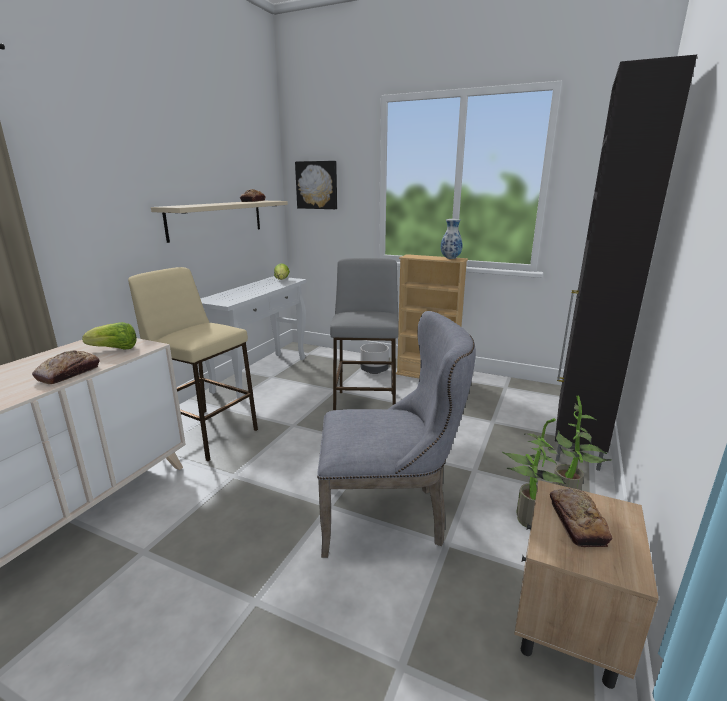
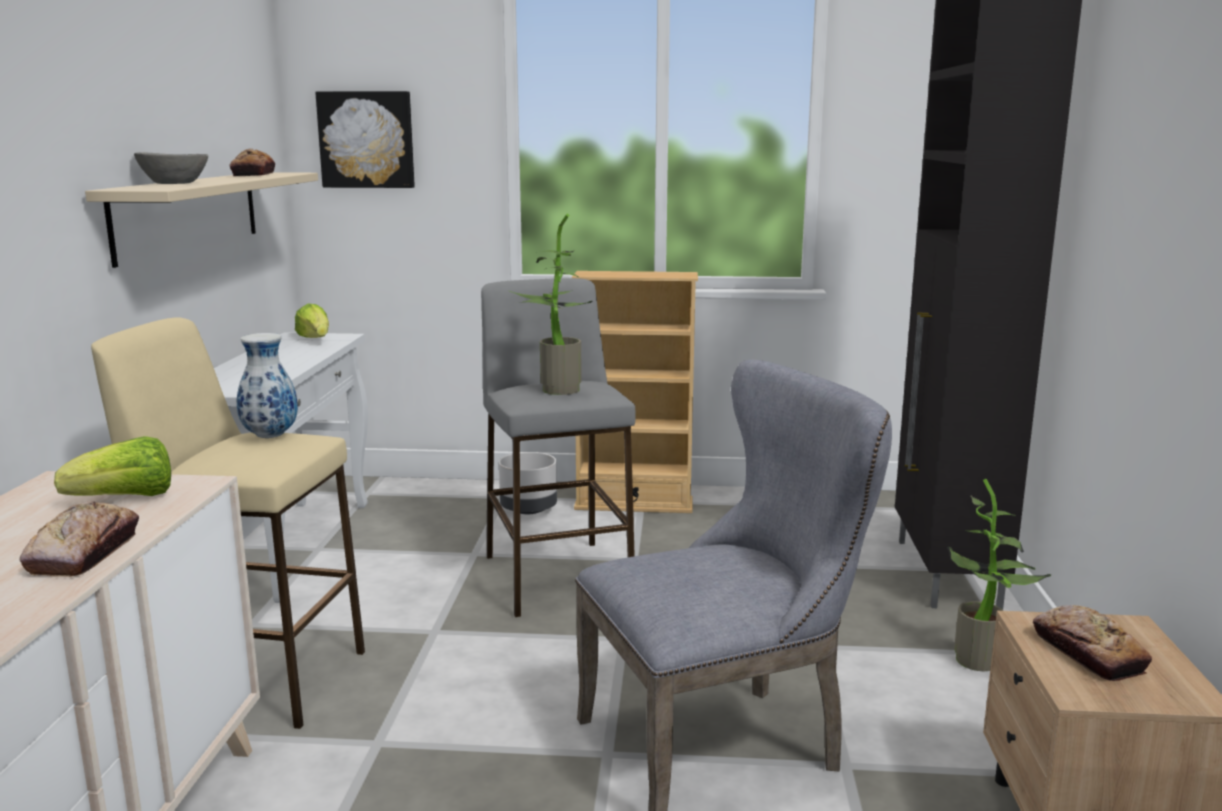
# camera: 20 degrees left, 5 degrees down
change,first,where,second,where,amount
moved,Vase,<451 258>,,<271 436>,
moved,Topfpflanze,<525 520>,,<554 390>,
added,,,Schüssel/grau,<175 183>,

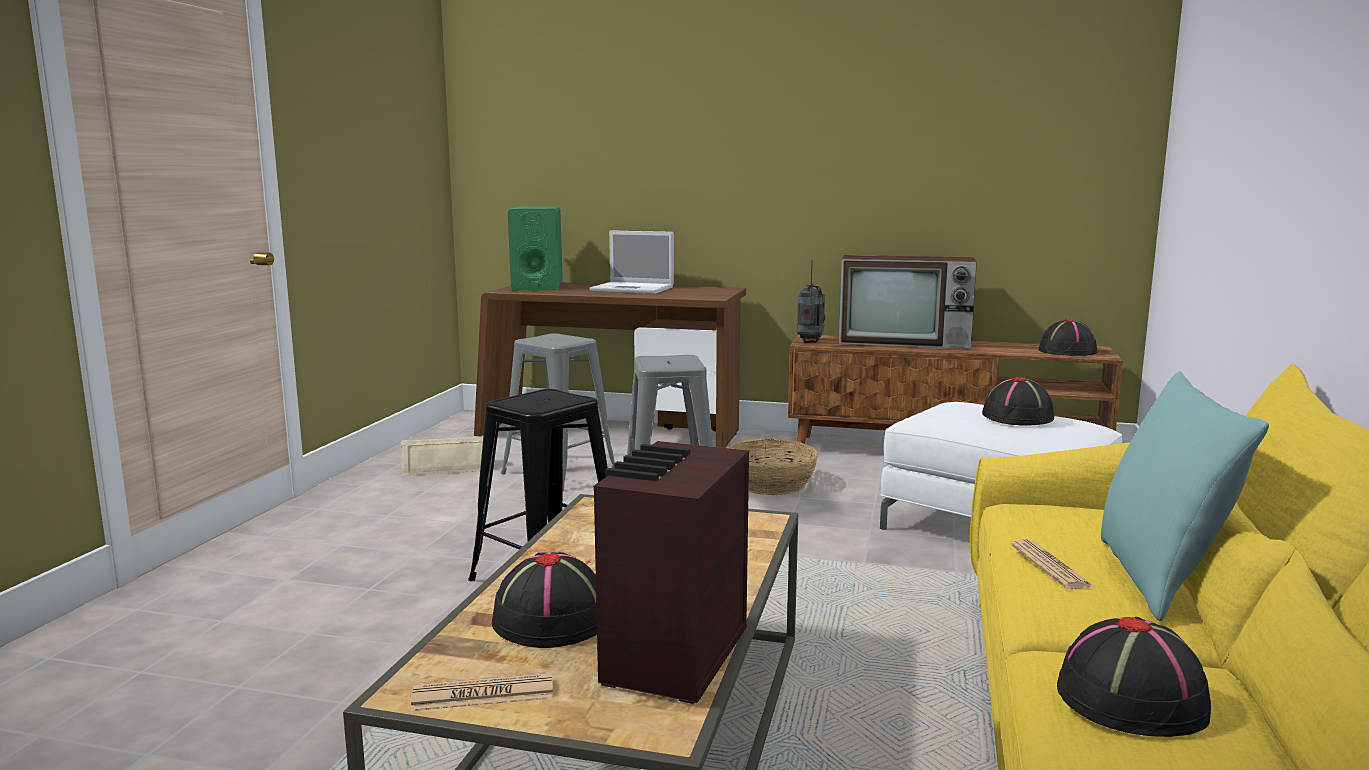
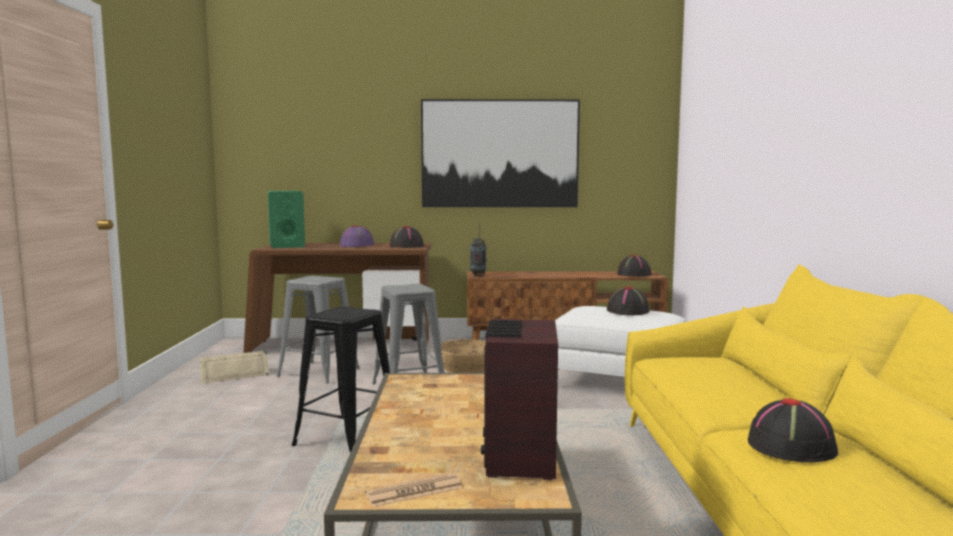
# camera: 15 degrees left, 5 degrees down
change,first,where,second,where,amount
replaced,Laptop,<634 289>,Hut/lila,<357 245>,
removed,Fernseher,<906 342>,,,
removed,Kissen/türkis,<1159 579>,,,
removed,Zeitung,<1050 566>,,,
moved,Hut/schwarz,<551 619>,,<406 246>,
added,,,Bild,<500 154>,

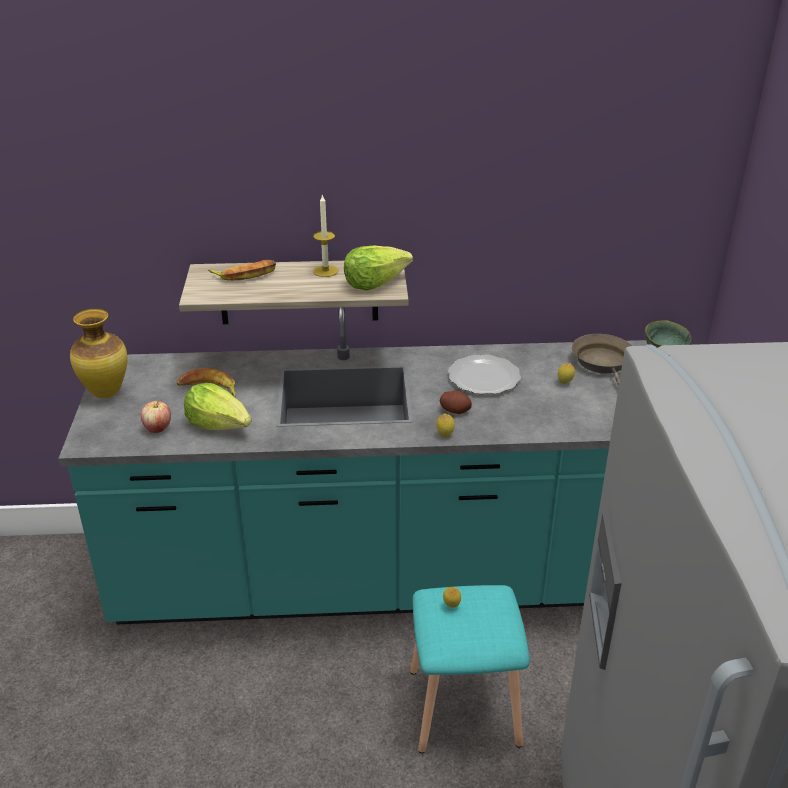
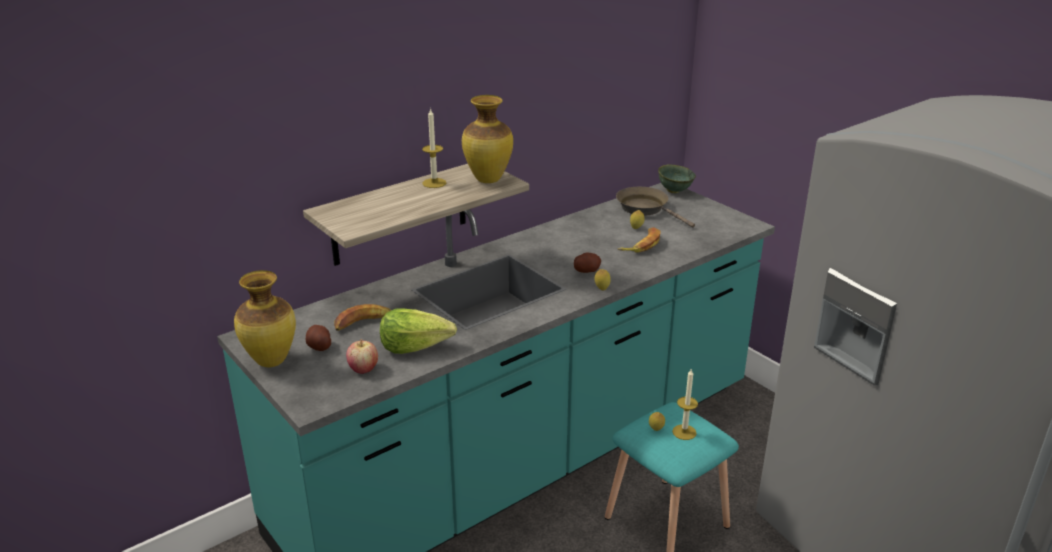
# camera: 35 degrees left, 5 degrees down
change,first,where,second,where,amount
replaced,Salatkopf,<375 282>,Vase,<487 180>,
moved,Banane,<245 274>,,<641 244>,
removed,Teller,<485 377>,,,
added,,,Kartoffel,<319 347>,
added,,,Kerze,<684 432>,

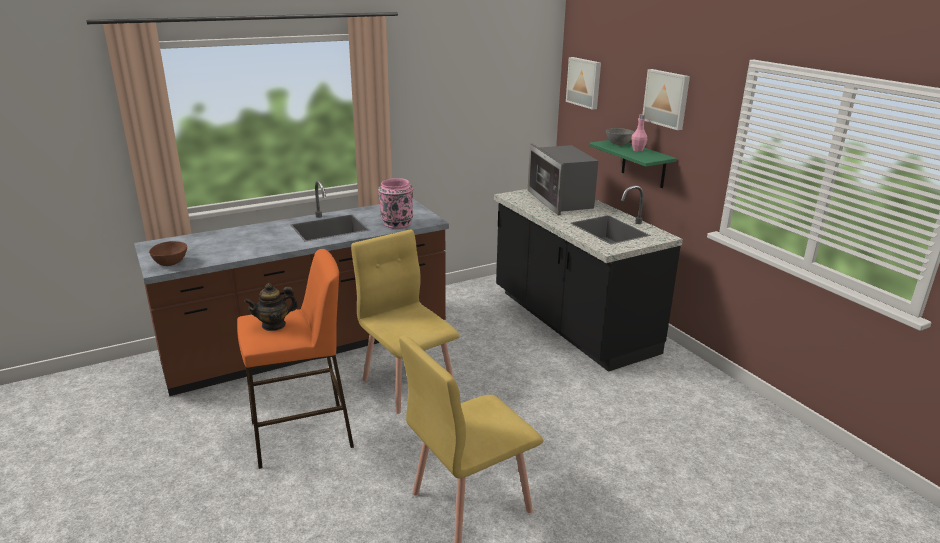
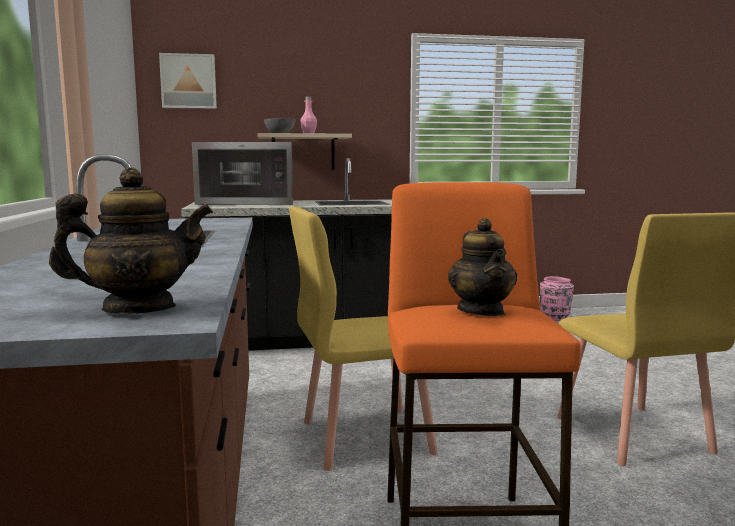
# camera: 70 degrees left, 15 degrees down
change,first,where,second,where,amount
removed,Bild,<667 98>,,,
recoloured,Wandregal/grün,<643 164>,Wandregal/beige,<303 152>,
moved,Vase/rosa,<396 224>,,<555 318>,
replaced,Schüssel/braun,<171 263>,Teekanne,<139 309>,

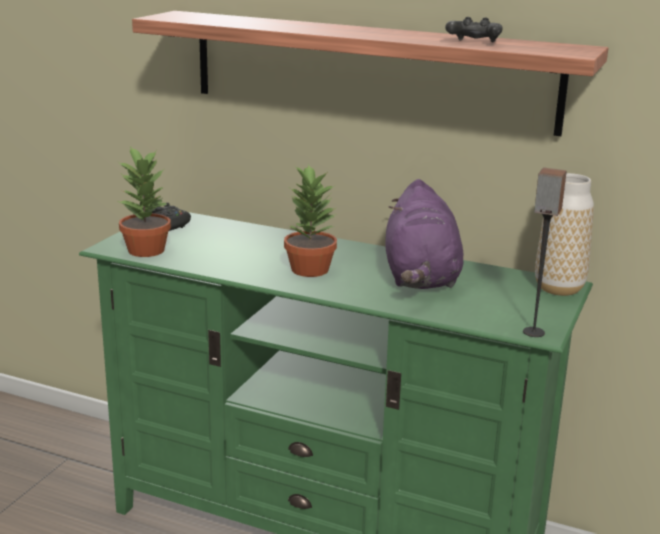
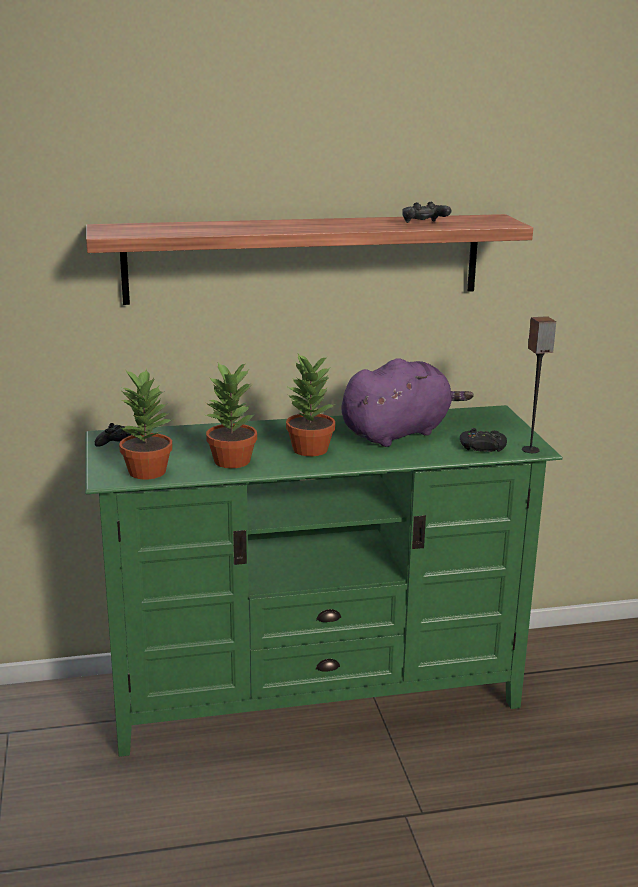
# camera: 35 degrees left, 0 degrees up
change,first,where,second,where,amount
removed,Vase,<559 288>,,,
turned,Plüschtier/lila,<421 278>,,<398 433>,90 degrees counterclockwise
added,,,Topfpflanze,<232 461>,
added,,,Gamepad/schwarz,<482 447>,

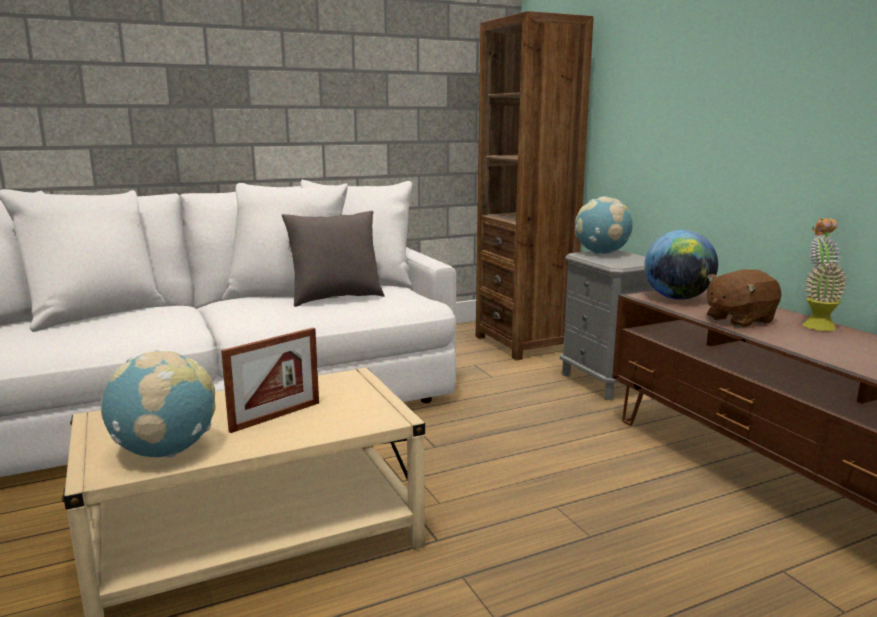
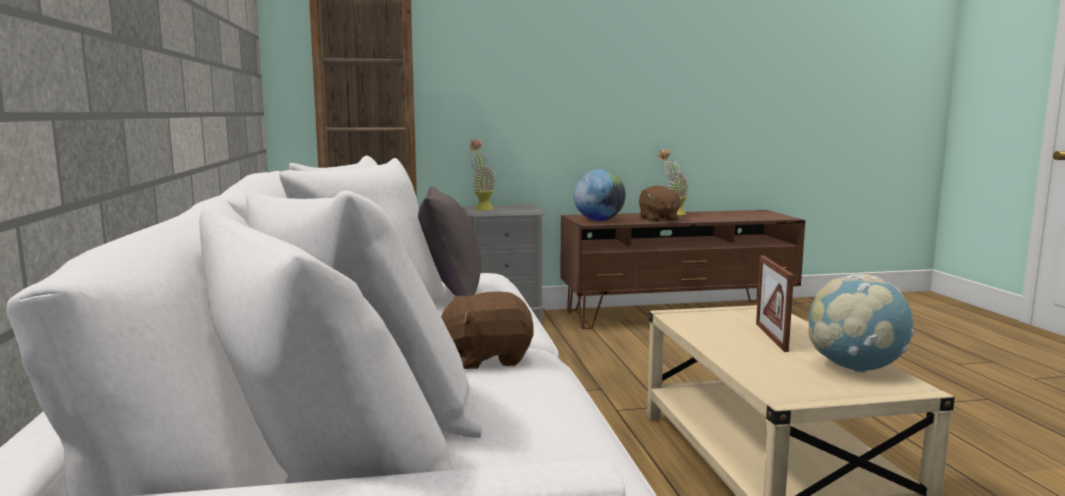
# camera: 75 degrees left, 5 degrees down
change,first,where,second,where,amount
replaced,Globus,<602 253>,Topfpflanze,<481 208>,
turned,Bilderrahmen,<276 416>,,<771 337>,150 degrees counterclockwise
added,,,Plüschtier/braun,<486 358>,

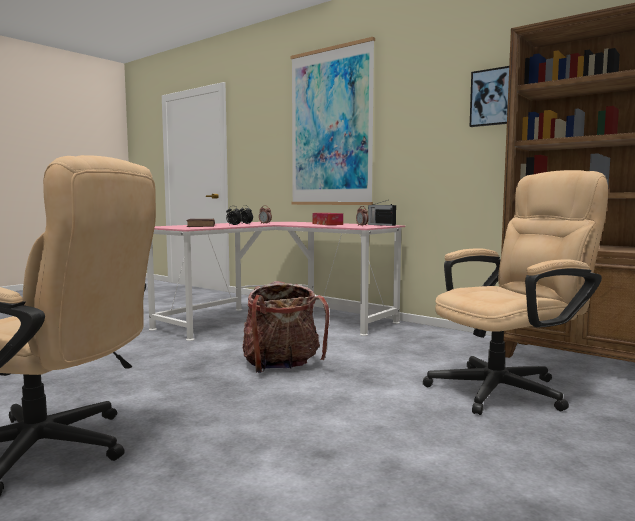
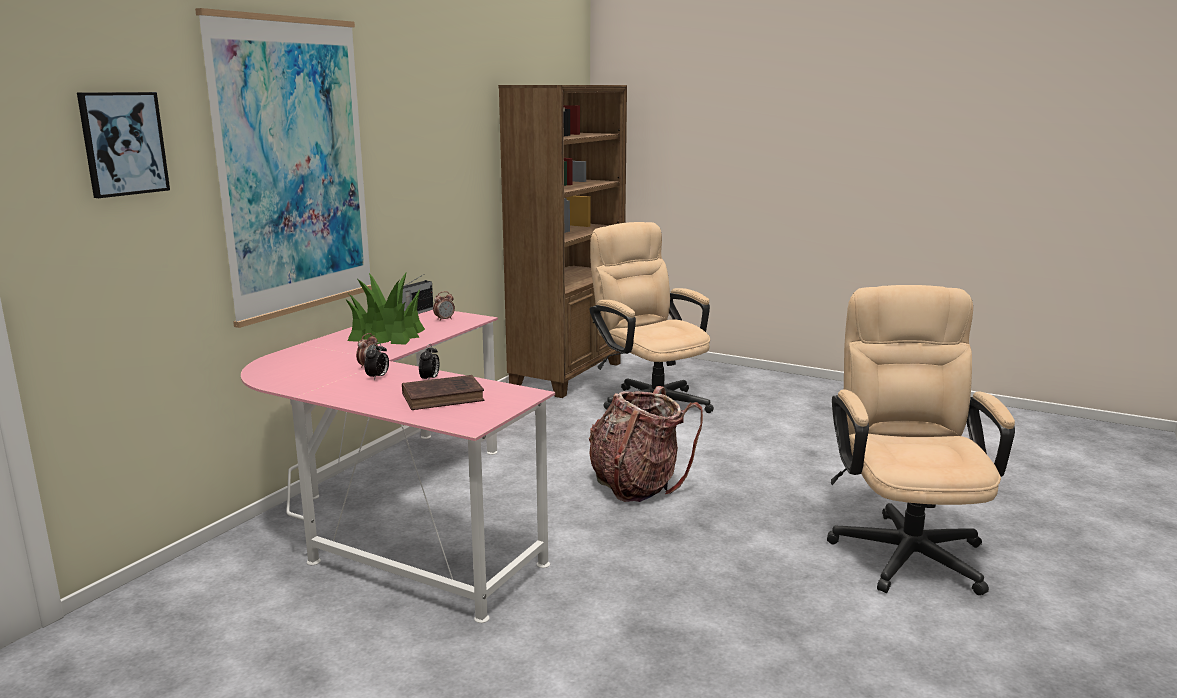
# camera: 100 degrees left, 10 degrees up
change,first,where,second,where,amount
moved,Bild,<493 97>,,<123 143>,
replaced,Taschentuchbox,<327 224>,Topfpflanze,<386 335>,

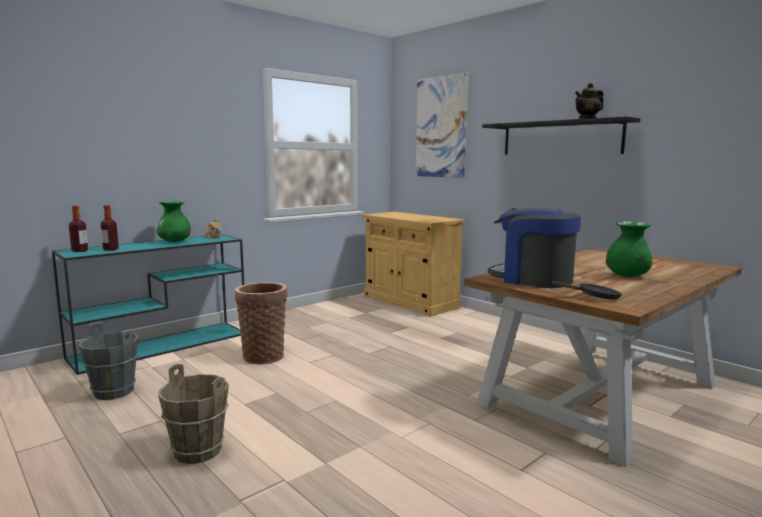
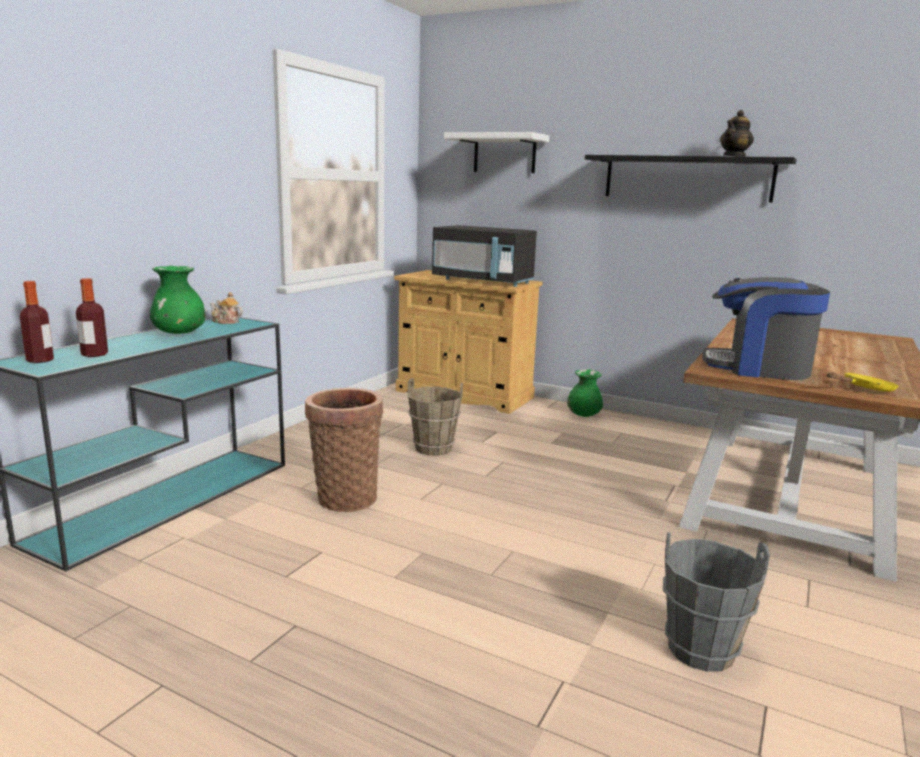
# camera: 20 degrees left, 5 degrees up
change,first,where,second,where,amount
replaced,Bild,<440 127>,Wandregal/weiß,<504 154>,
moved,Vase/grün,<627 276>,,<583 415>,
recoloured,Pfanne/schwarz,<594 297>,Pfanne/gelb,<864 389>,
moved,Eimer/grau,<113 392>,,<701 650>,
moved,Eimer/braun,<197 451>,,<433 448>,
added,,,Mikrowelle/schwarz,<483 281>,

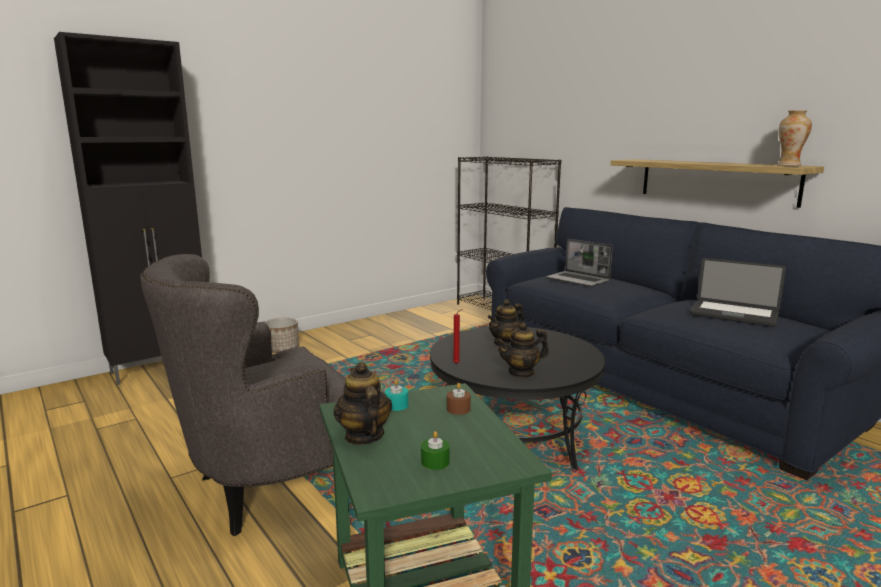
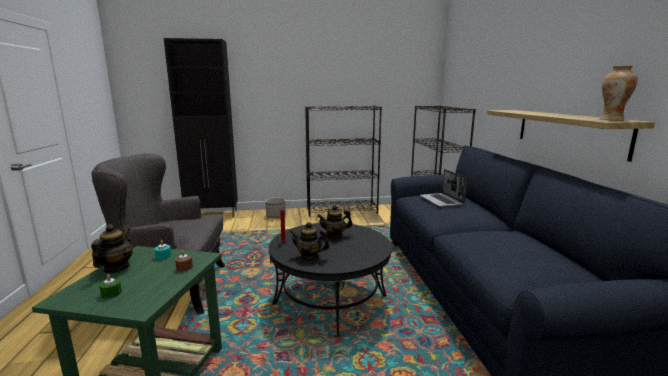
# camera: 30 degrees right, 0 degrees up
change,first,where,second,where,amount
removed,Laptop,<733 315>,,,
added,,,Bücherregal/schwarz,<342 210>,

